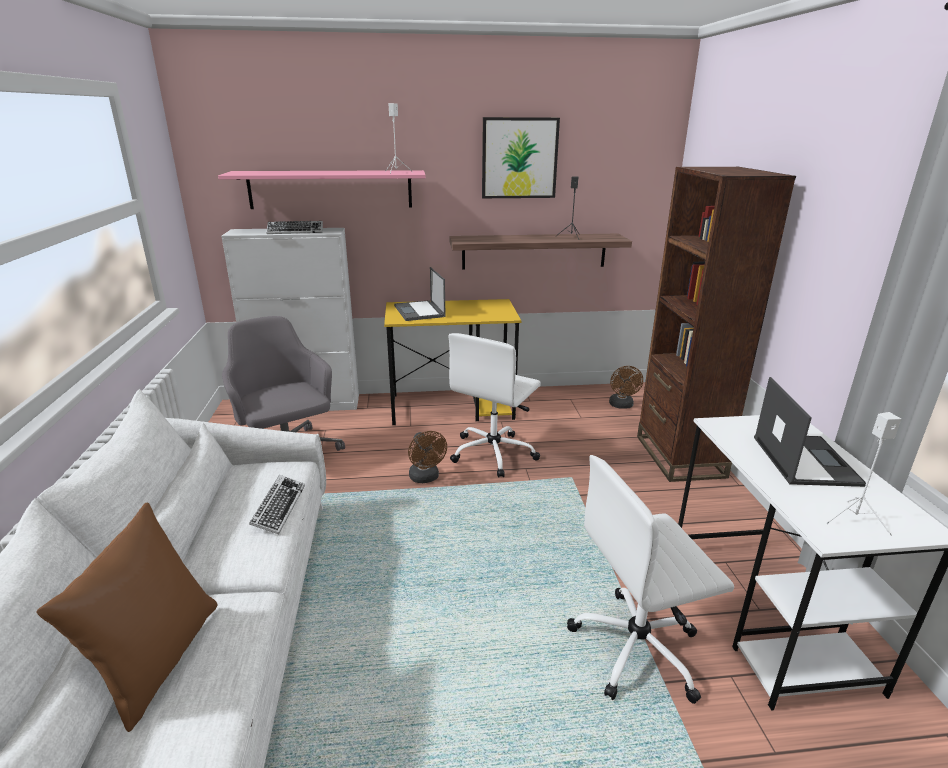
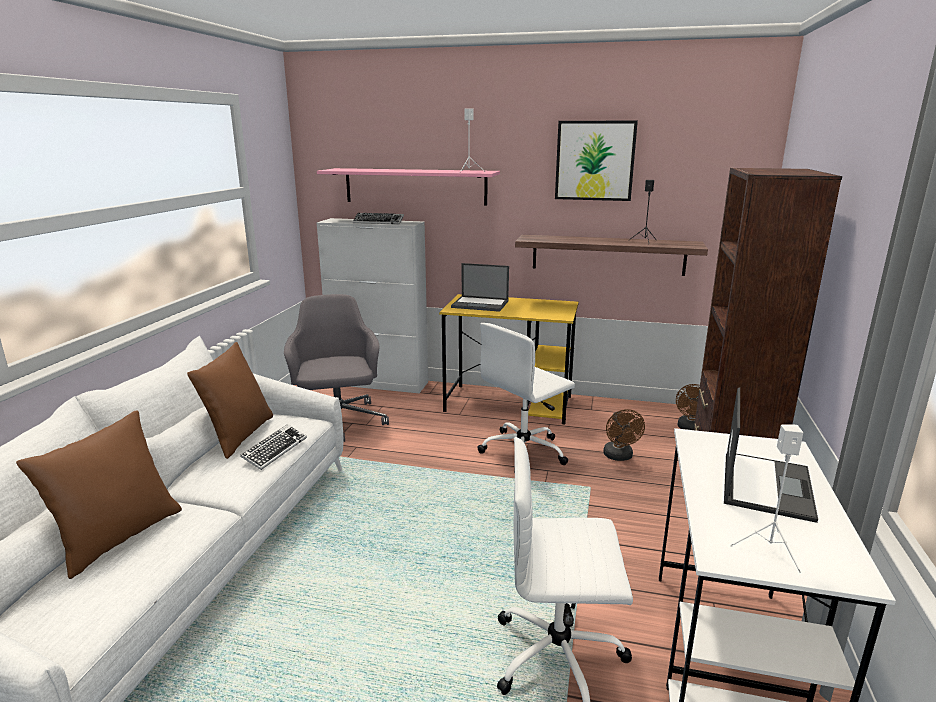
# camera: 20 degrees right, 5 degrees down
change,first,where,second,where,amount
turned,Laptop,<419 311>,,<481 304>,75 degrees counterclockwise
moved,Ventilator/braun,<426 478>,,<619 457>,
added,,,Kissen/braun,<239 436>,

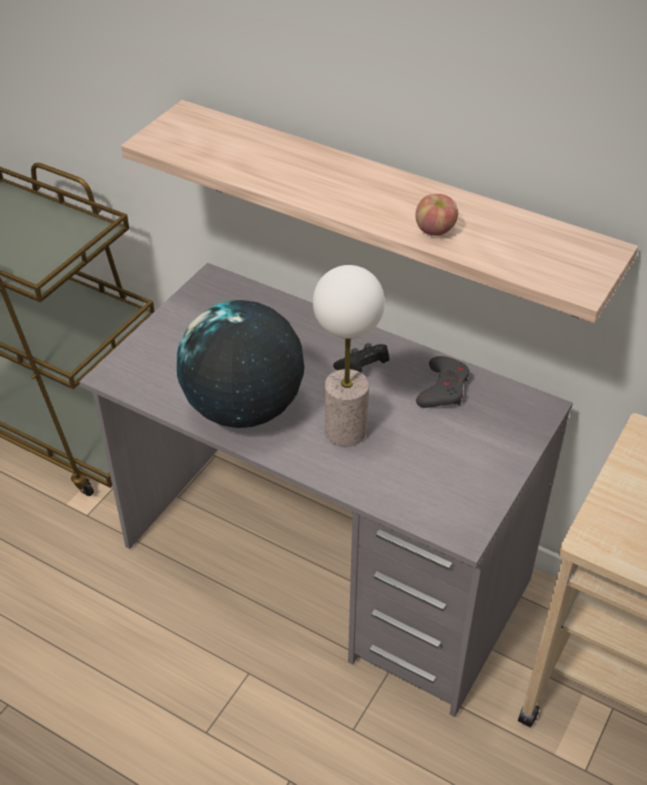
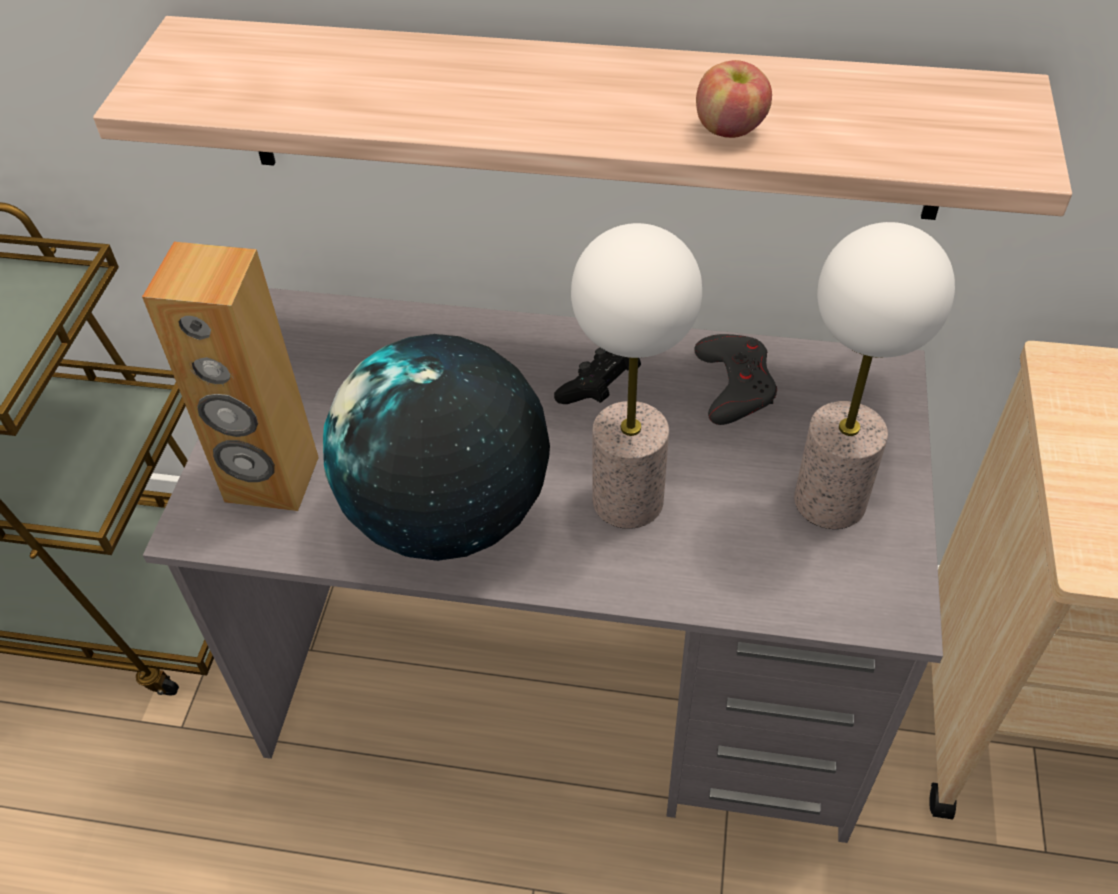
# camera: 20 degrees left, 5 degrees up
change,first,where,second,where,amount
added,,,Tischlampe,<831 501>,
added,,,Lautsprecher/braun,<271 480>,

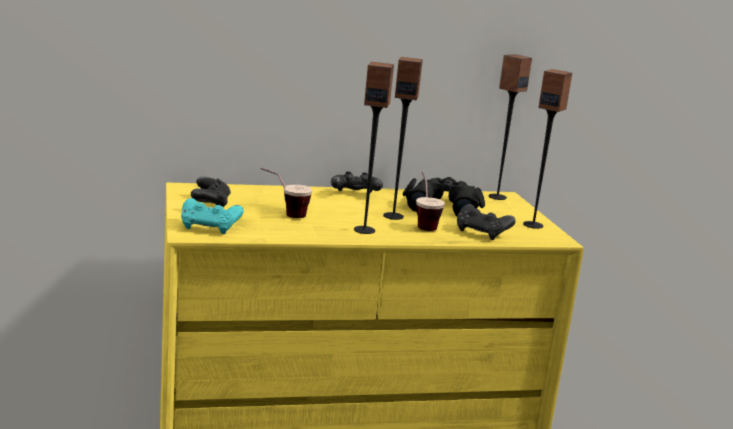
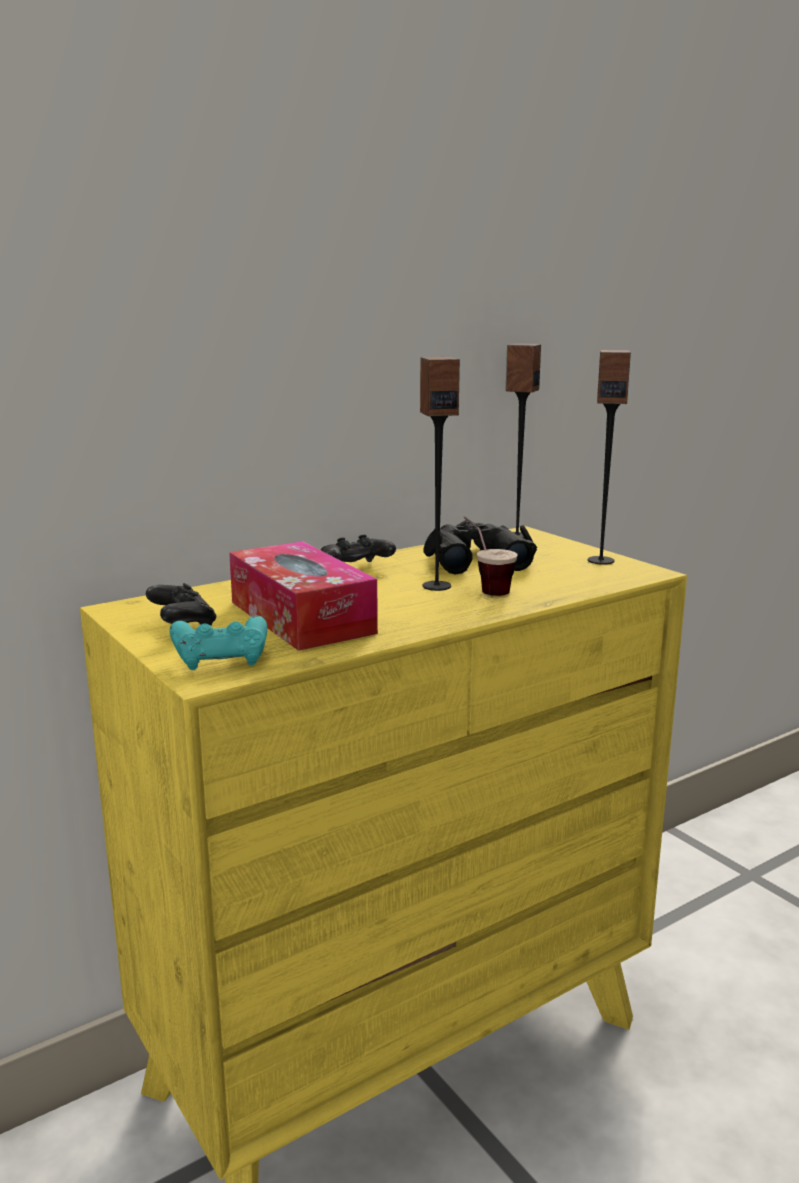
# camera: 20 degrees left, 0 degrees up
change,first,where,second,where,amount
removed,Lautsprecher,<364 230>,,,
replaced,Tasse,<284 215>,Taschentuchbox,<301 617>,
removed,Gamepad/schwarz,<482 233>,,,

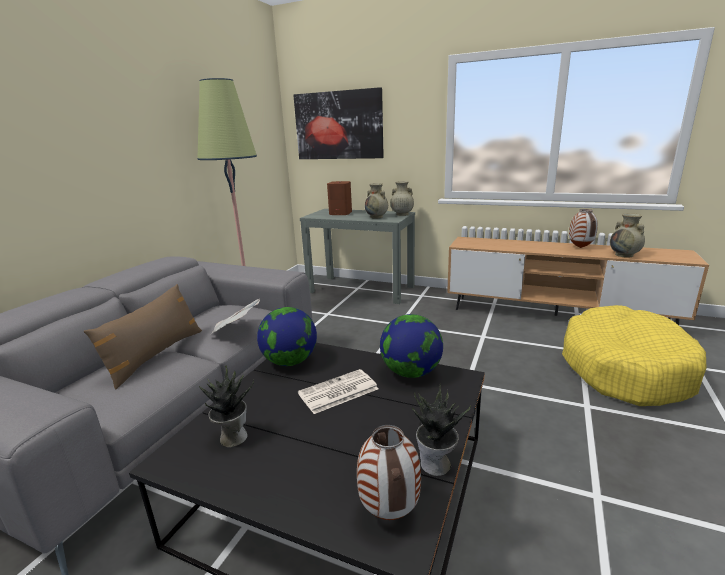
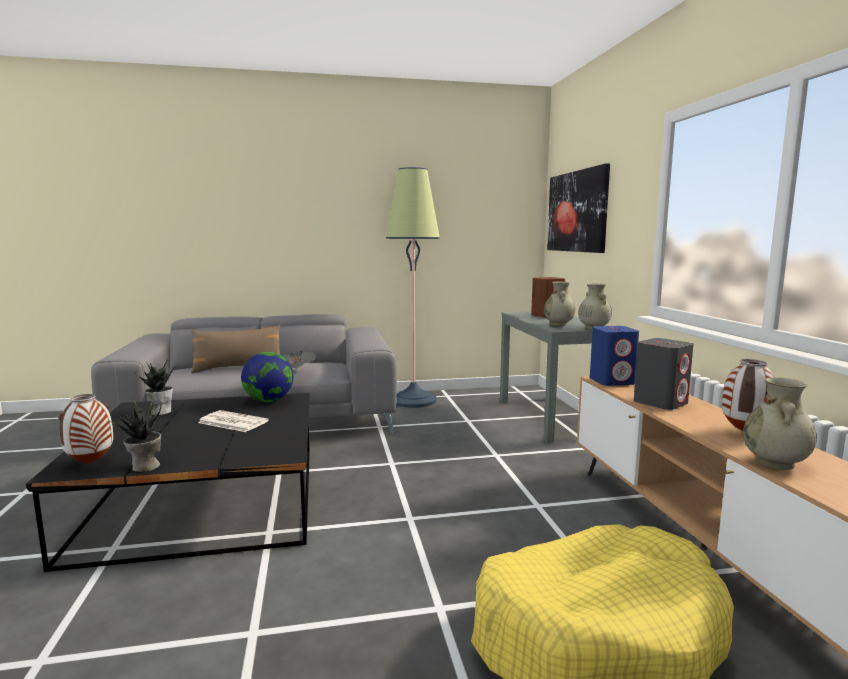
# camera: 55 degrees right, 10 degrees down
change,first,where,second,where,amount
removed,Globus,<411 372>,,,
added,,,Lautsprecher/blau,<612 381>,
added,,,Lautsprecher/grau,<660 402>,

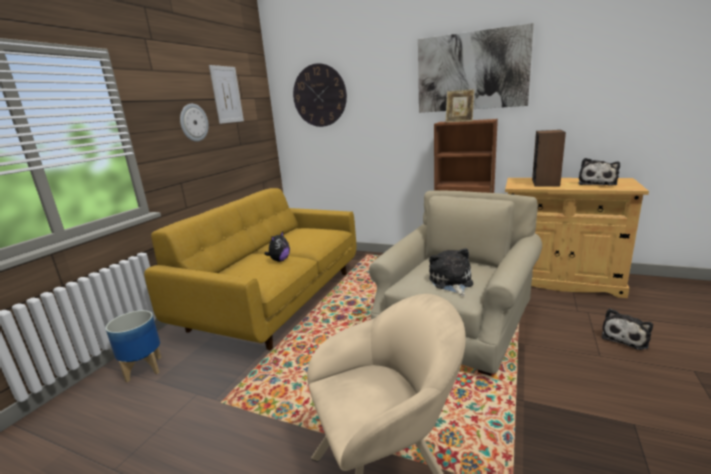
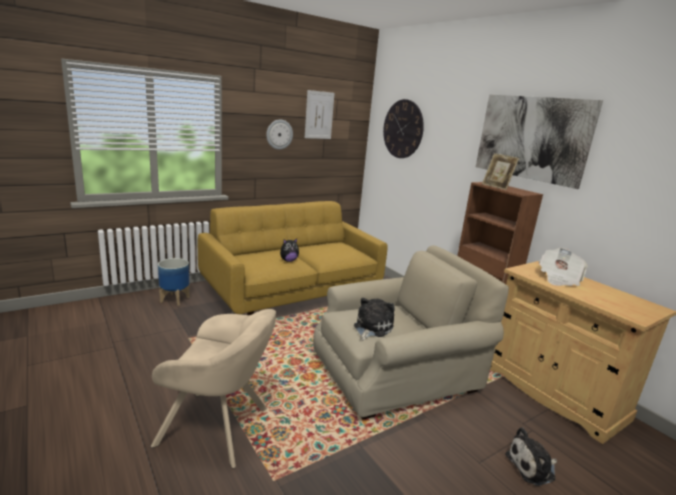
# camera: 30 degrees right, 0 degrees up
change,first,where,second,where,amount
replaced,Lautsprecher,<545 183>,Zeitung,<558 279>,
removed,Plüschtier,<597 183>,,,

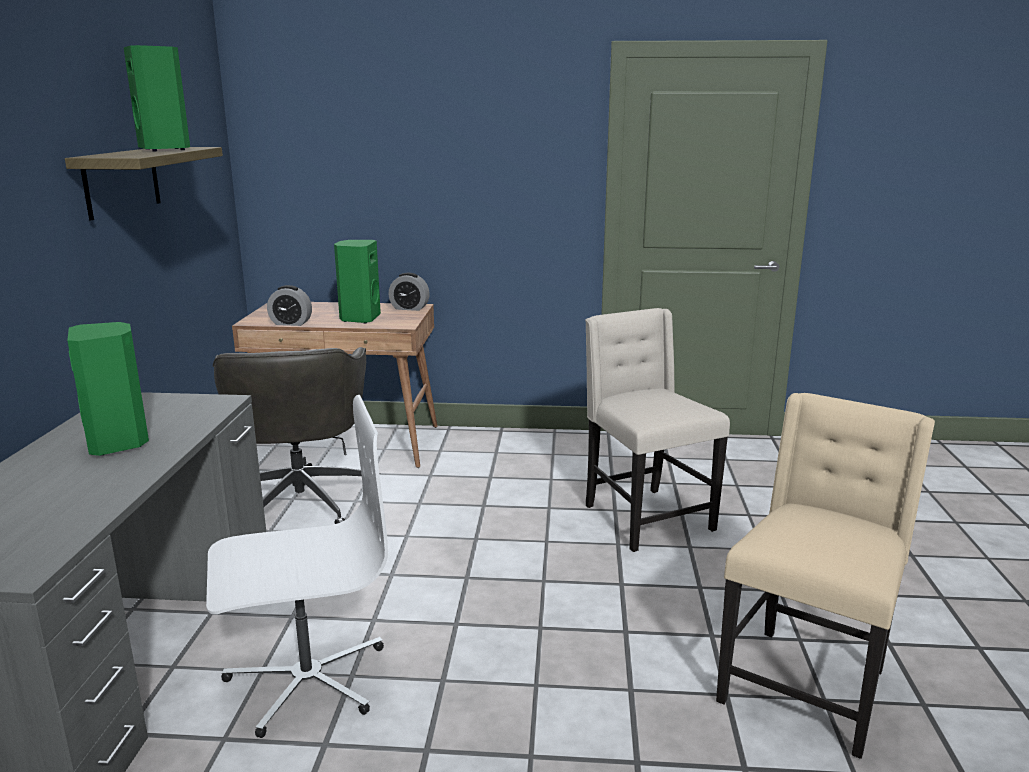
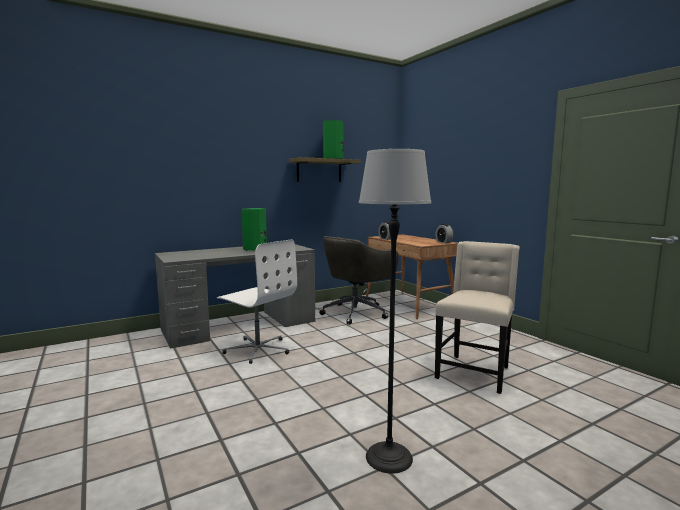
# camera: 55 degrees right, 10 degrees down
change,first,where,second,where,amount
removed,Lautsprecher/grün,<359 319>,,,
replaced,Stuhl/beige,<805 685>,Stehlampe,<389 457>,

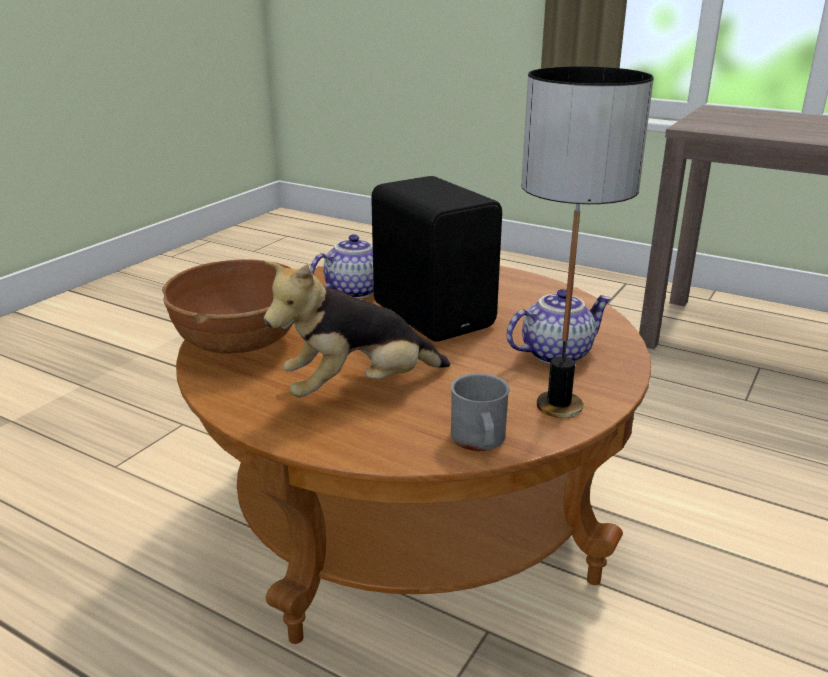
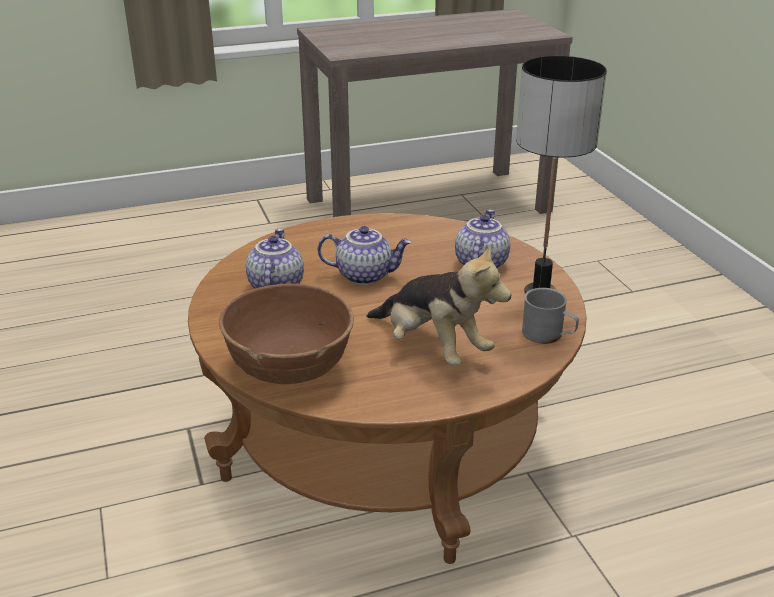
# camera: 50 degrees left, 5 degrees up
change,first,where,second,where,amount
replaced,Lautsprecher/schwarz,<435 314>,Teekanne,<365 275>,
turned,Plüschtier,<358 389>,,<432 348>,60 degrees counterclockwise

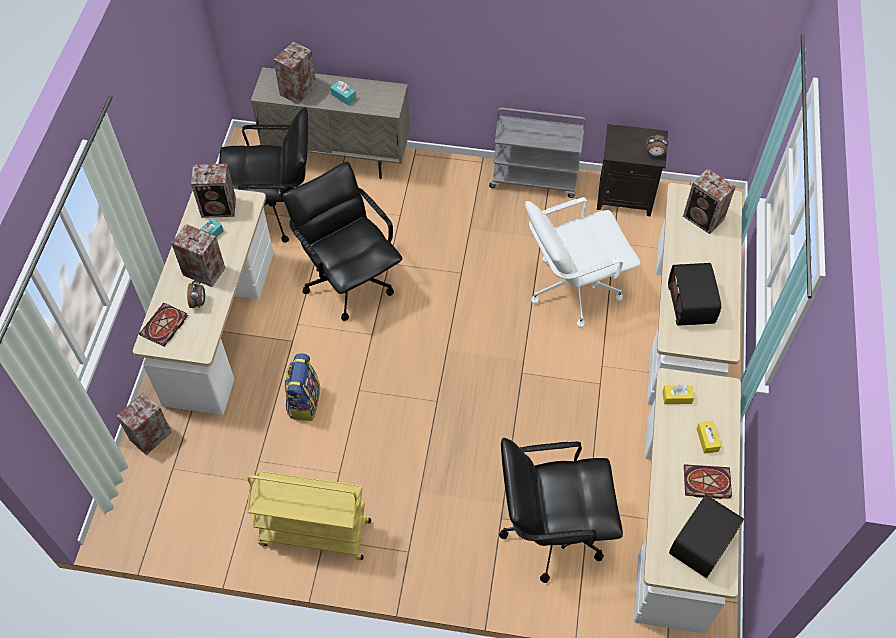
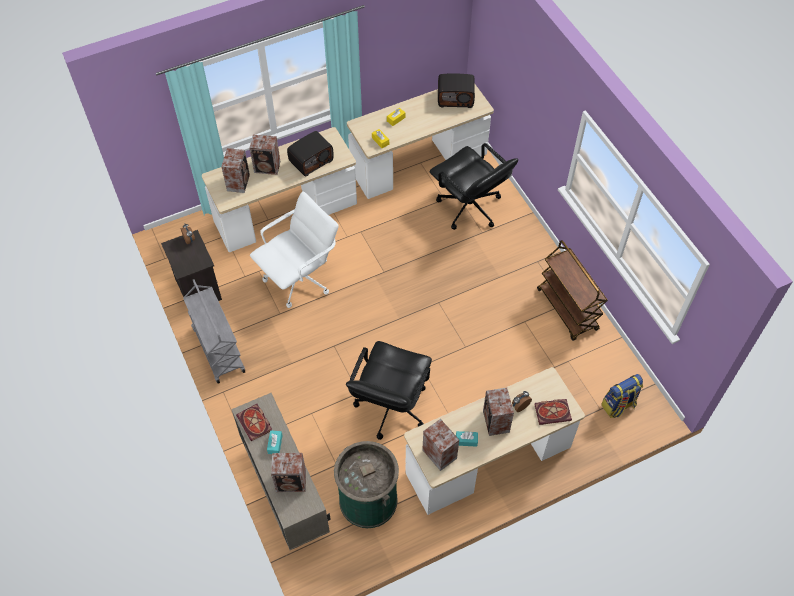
# camera: 125 degrees left, 0 degrees up
change,first,where,second,where,amount
replaced,Bürostuhl/schwarz,<275 211>,Mülleimer/grün,<368 500>,
turned,Bürostuhl/weiß,<573 288>,,<300 279>,75 degrees counterclockwise
moved,Rucksack,<304 401>,,<618 406>,
moved,Lautsprecher,<149 436>,,<268 167>,
moved,Buch,<705 483>,,<255 423>,
recoloured,Rollwagen/gelb,<314 533>,Rollwagen/braun,<567 310>,

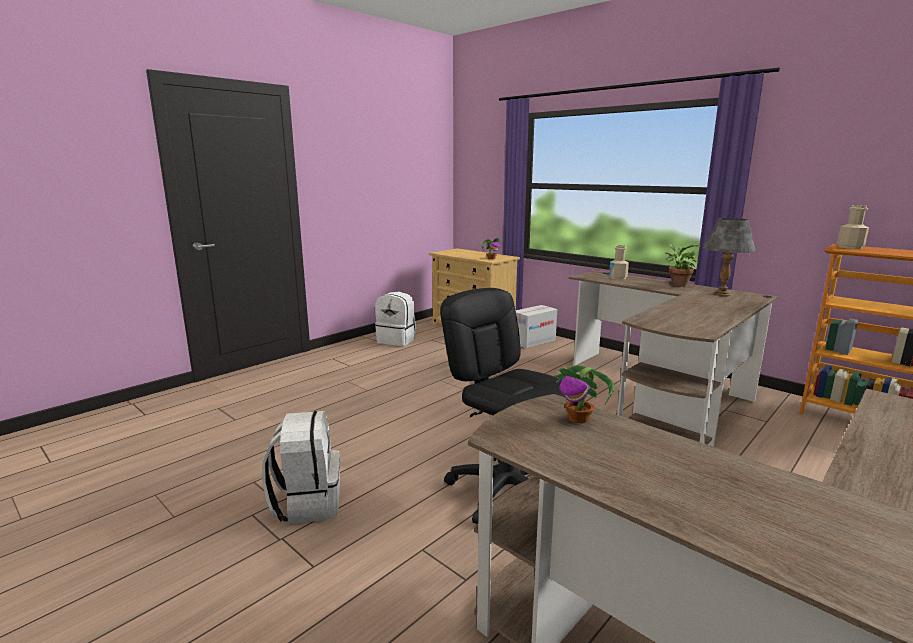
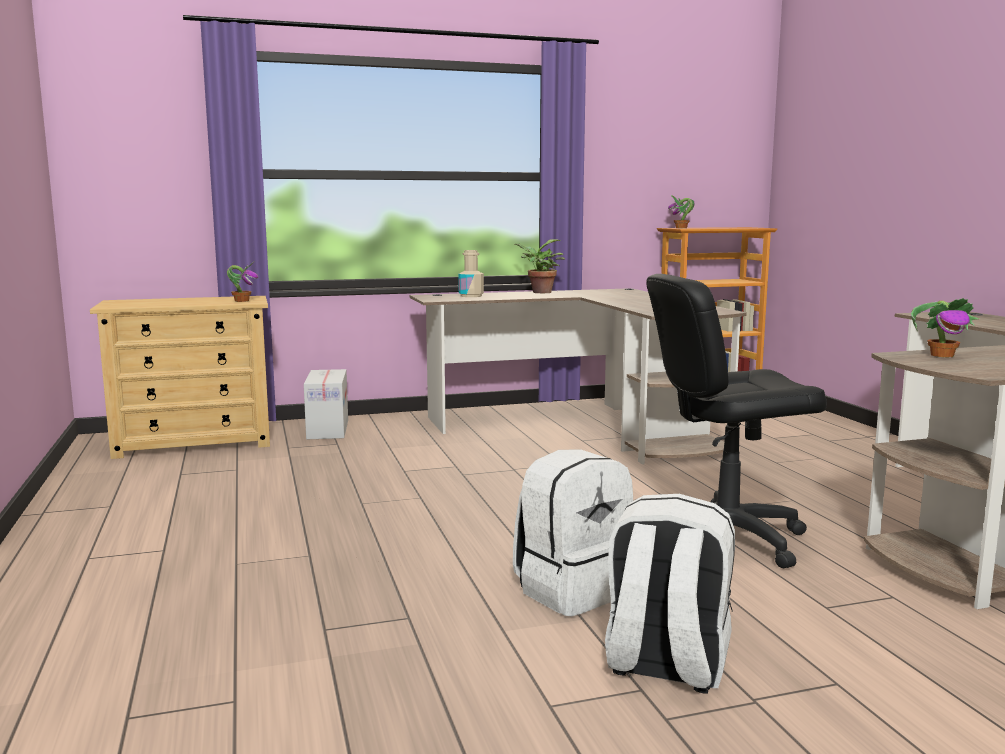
# camera: 60 degrees left, 5 degrees down
change,first,where,second,where,amount
replaced,Flasche/beige,<850 247>,Topfpflanze,<681 228>,
removed,Tischlampe/grau,<722 294>,,,
moved,Rucksack/weiß,<397 340>,,<572 589>,

